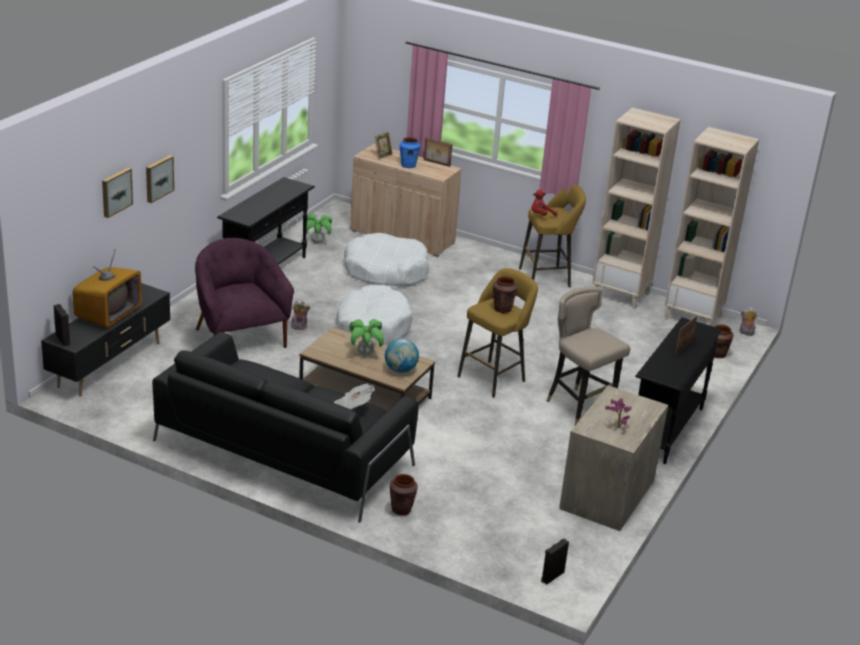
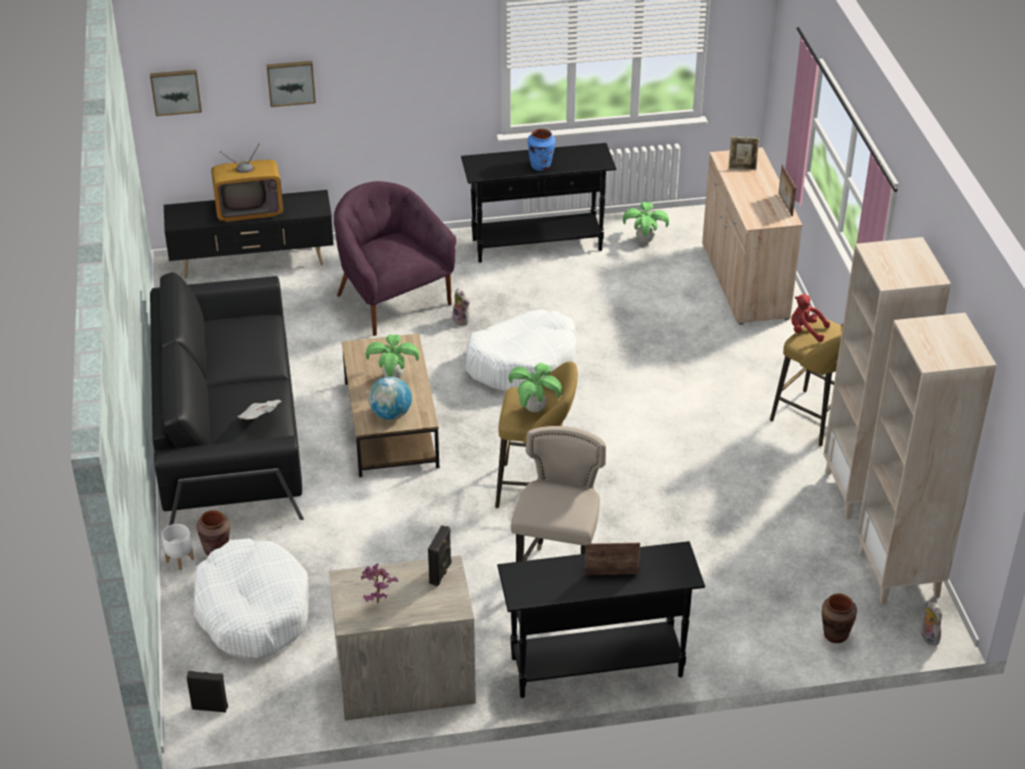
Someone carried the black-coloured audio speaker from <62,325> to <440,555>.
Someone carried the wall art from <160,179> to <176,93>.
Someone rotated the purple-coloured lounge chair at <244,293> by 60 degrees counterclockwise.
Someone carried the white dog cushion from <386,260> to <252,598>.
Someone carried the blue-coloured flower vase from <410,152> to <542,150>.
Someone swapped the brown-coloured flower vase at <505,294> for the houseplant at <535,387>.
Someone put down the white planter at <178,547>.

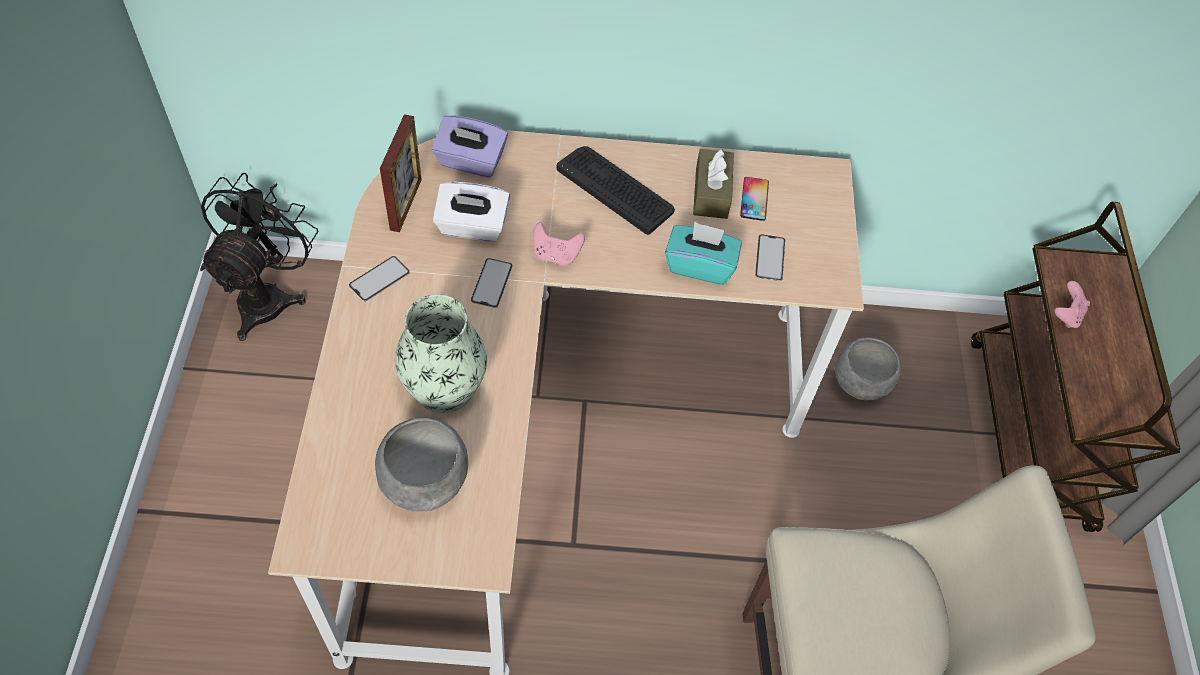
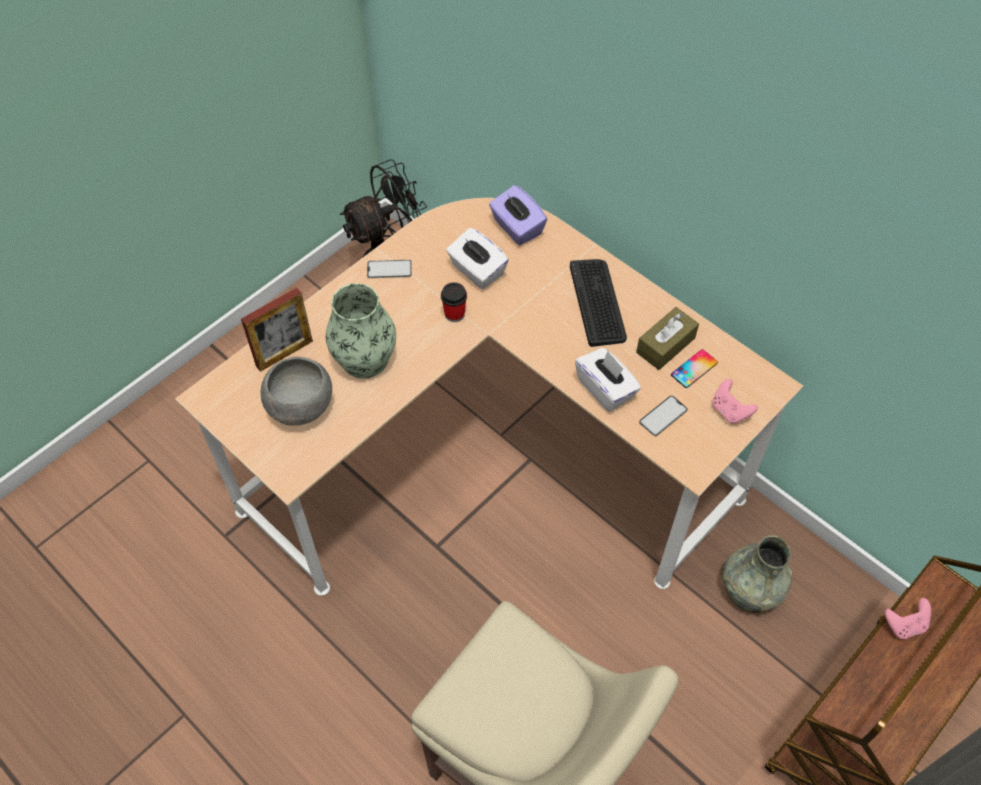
Someone carried the standing frame from <401,173> to <277,330>.
Someone swapped the handset at <491,283> for the small cup at <454,302>.
Someone carried the pinkish gamepad from <559,244> to <735,401>.
Someone repainted the turquoise-coloured tissue box at <703,253>, which became the white tissue box at <608,380>.
Someone swapped the grey deep dish at <868,368> for the grey flower vase at <757,574>.

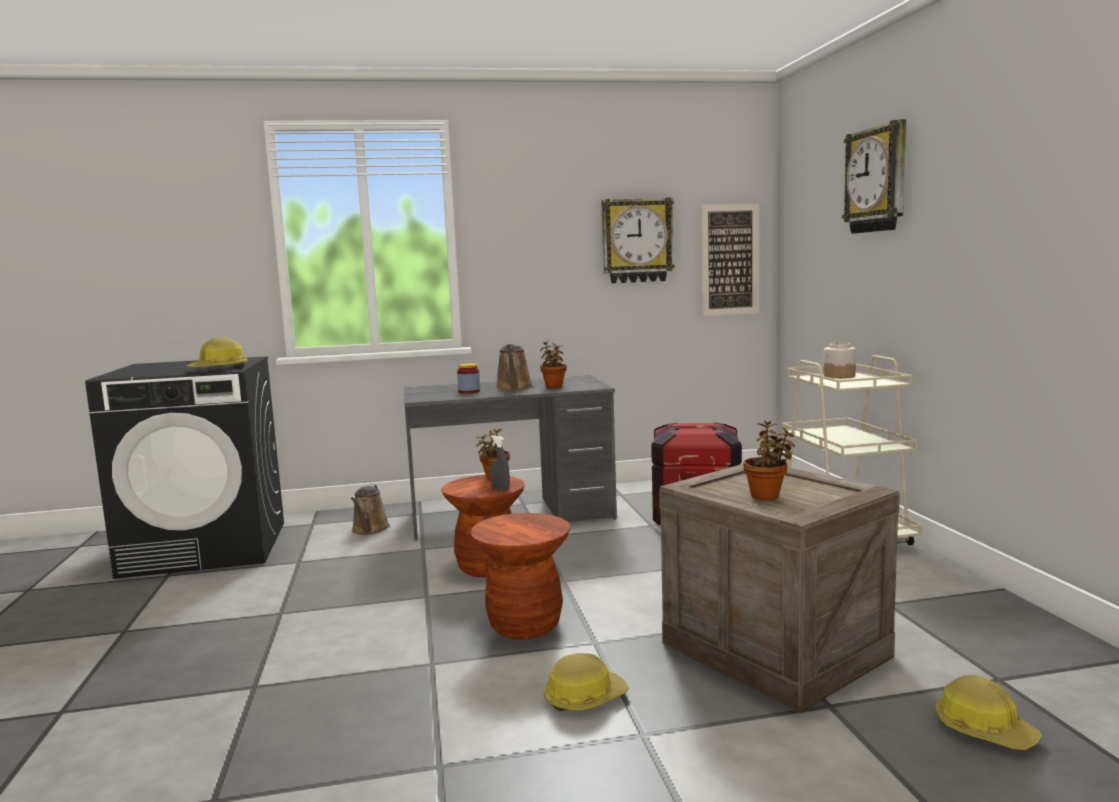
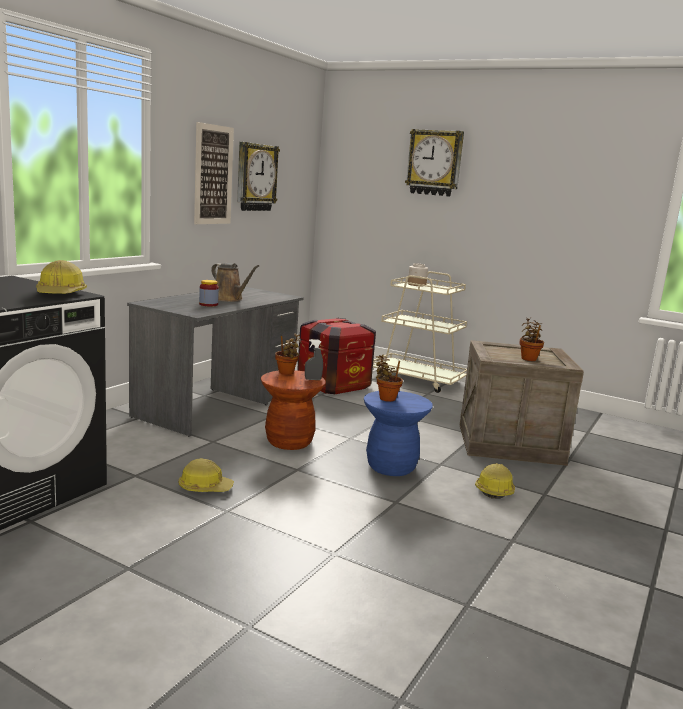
Someone took away the brown-coloured sprinkling can at <370,510>.
Someone repainted the brown-coloured stool seat at <520,576>, which became the blue-coloured stool seat at <398,433>.
Someone carried the houseplant from <553,364> to <389,378>.
Someone carried the wall art from <730,260> to <214,173>.
Someone carried the hard hat from <988,712> to <206,475>.

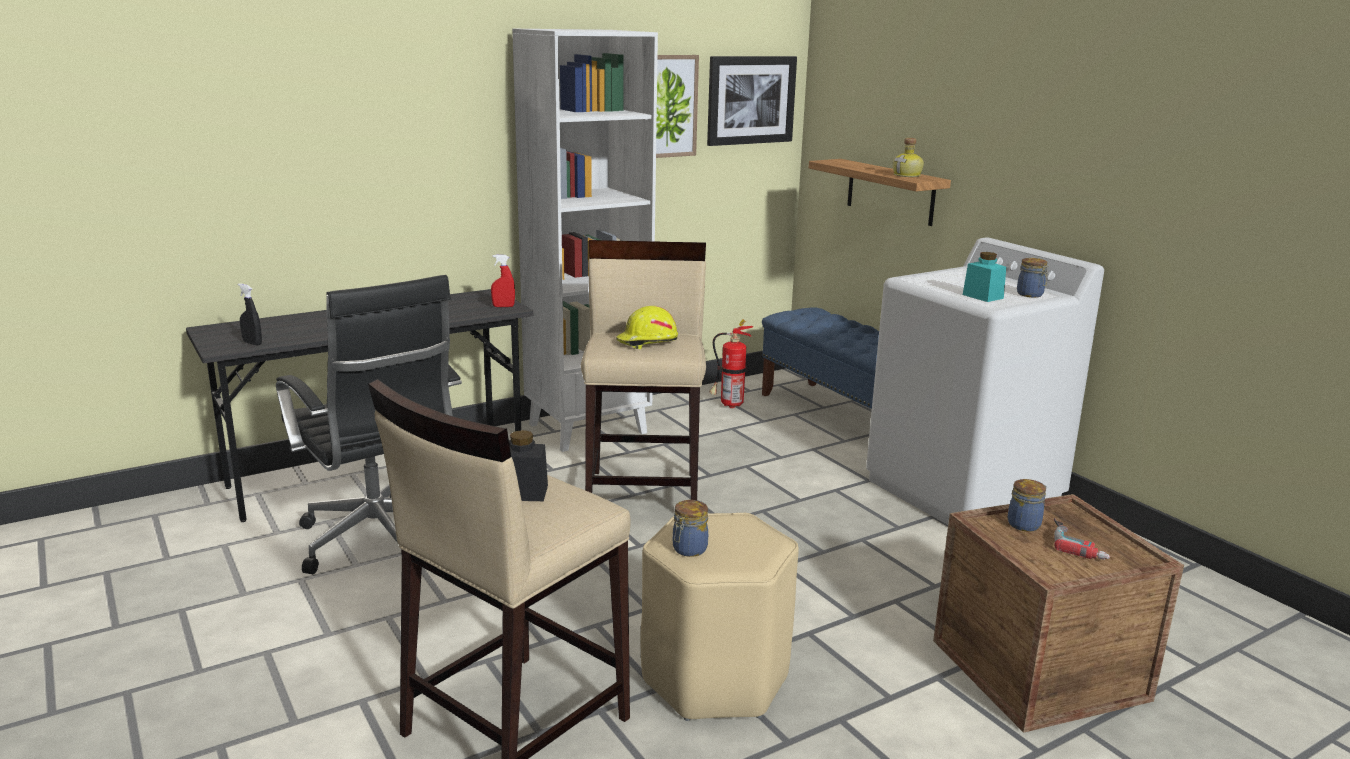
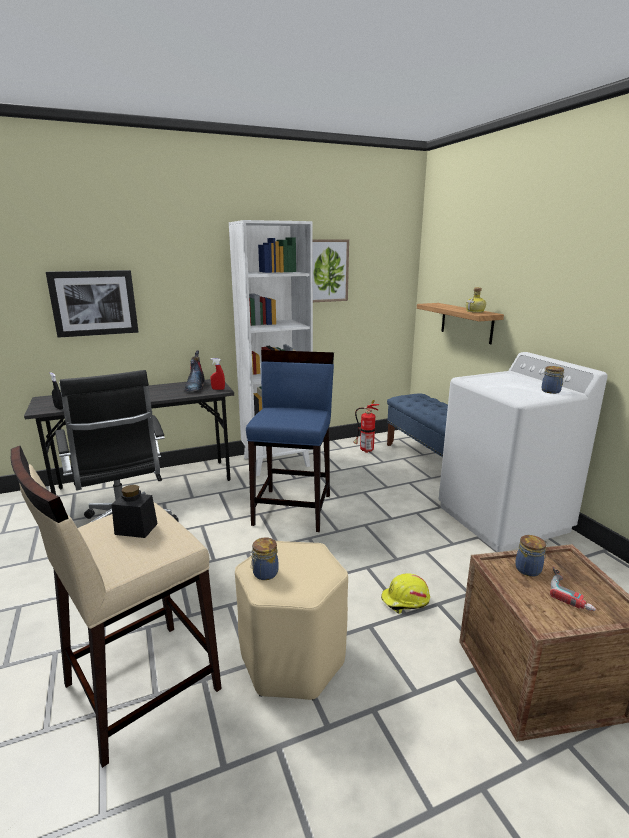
Someone repainted the beige-coloured stool seat at <643,370>, which became the blue-coloured stool seat at <290,441>.
Someone carried the yellow-coloured hard hat from <647,327> to <405,593>.
Someone carried the wall art from <752,101> to <92,304>.
Someone took away the turquoise-coloured preserve jar at <984,277>.
Someone put down the tall boot at <195,371>.

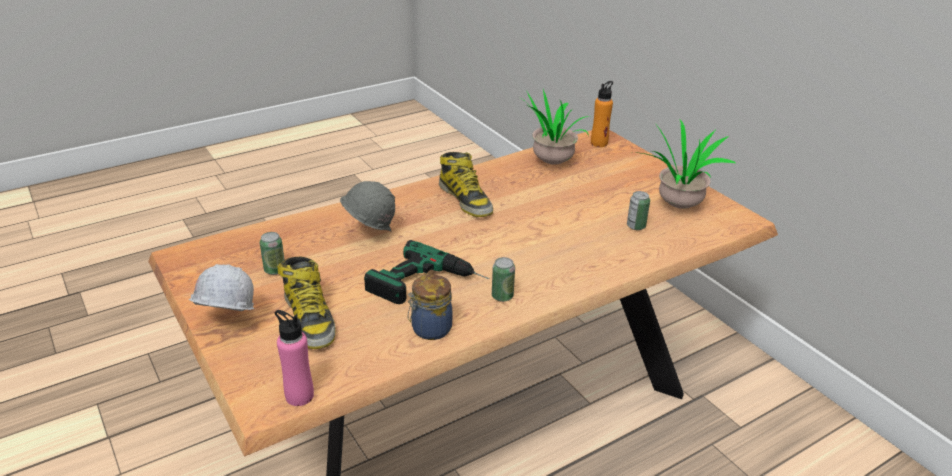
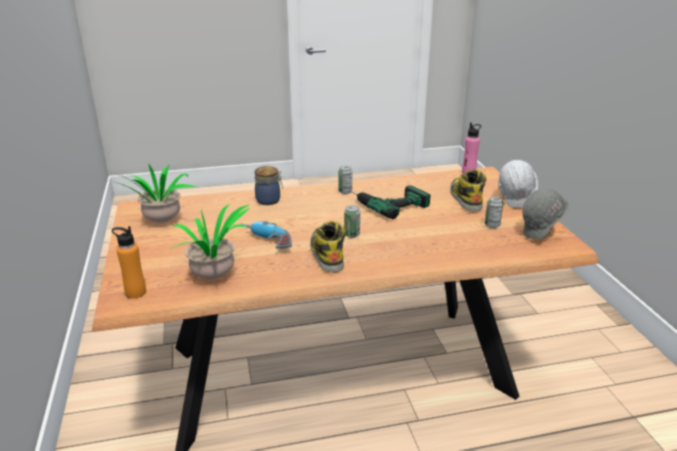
Someone carried the grey hard hat from <367,206> to <545,213>.
Someone carried the preserve jar from <430,307> to <269,185>.
Someone carried the can from <638,210> to <352,221>.
Someone put down the electric drill at <266,234>.

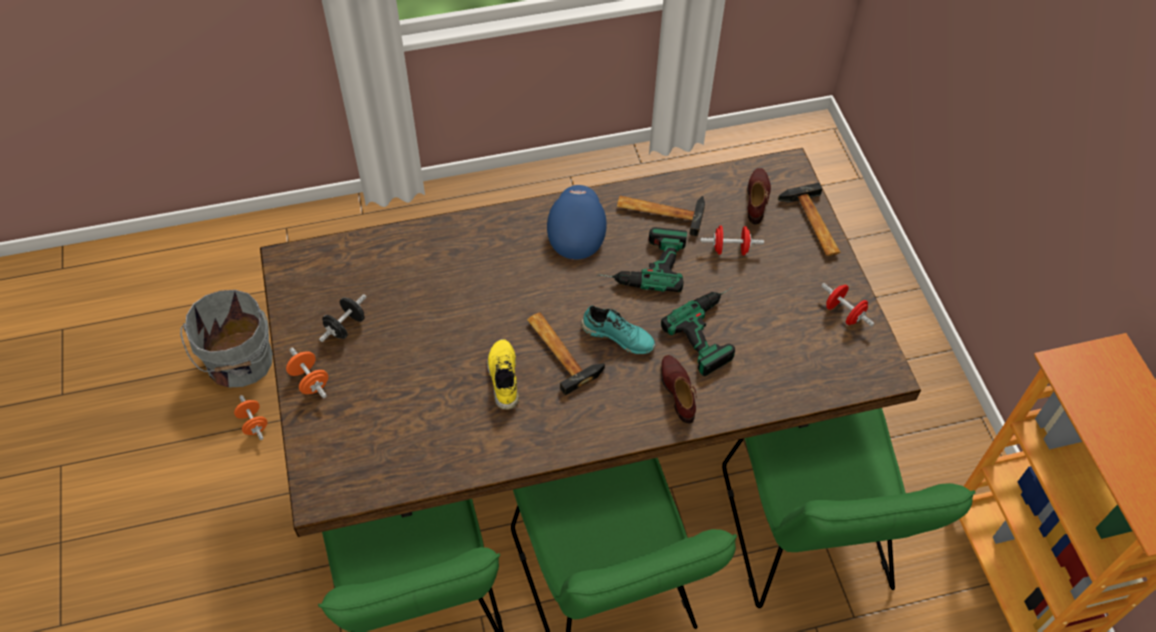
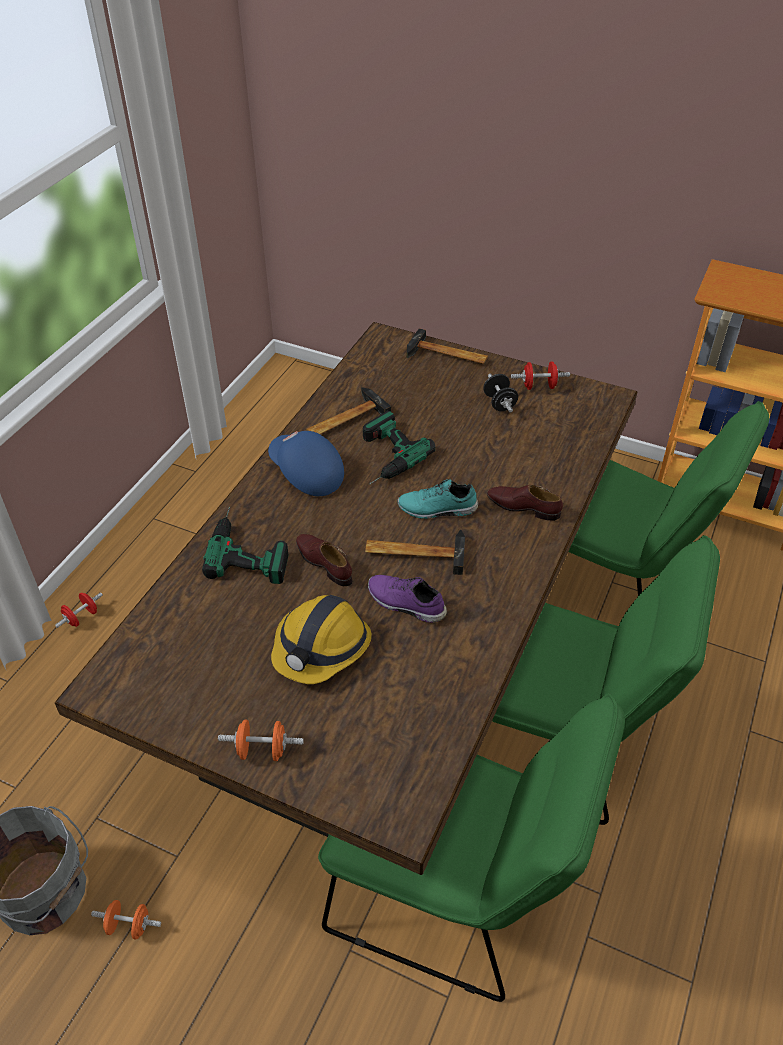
Someone carried the black-coloured free weight from <342,318> to <500,393>.
Someone repainted the yellow-coloured item of footwear at <503,374>, which became the purple-coloured item of footwear at <407,599>.
Someone rotated the turquoise-coloured item of footwear at <618,330> by 150 degrees counterclockwise.
Someone carried the electric drill from <698,331> to <245,545>.
Someone carried the red free weight from <732,240> to <79,610>.
Someone carried the brown-coloured item of footwear from <759,196> to <324,560>.
Someone put down the hard hat at <321,639>.

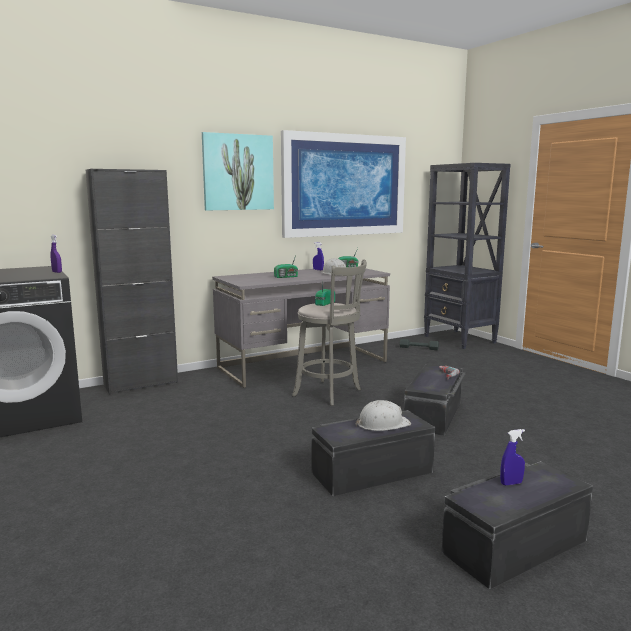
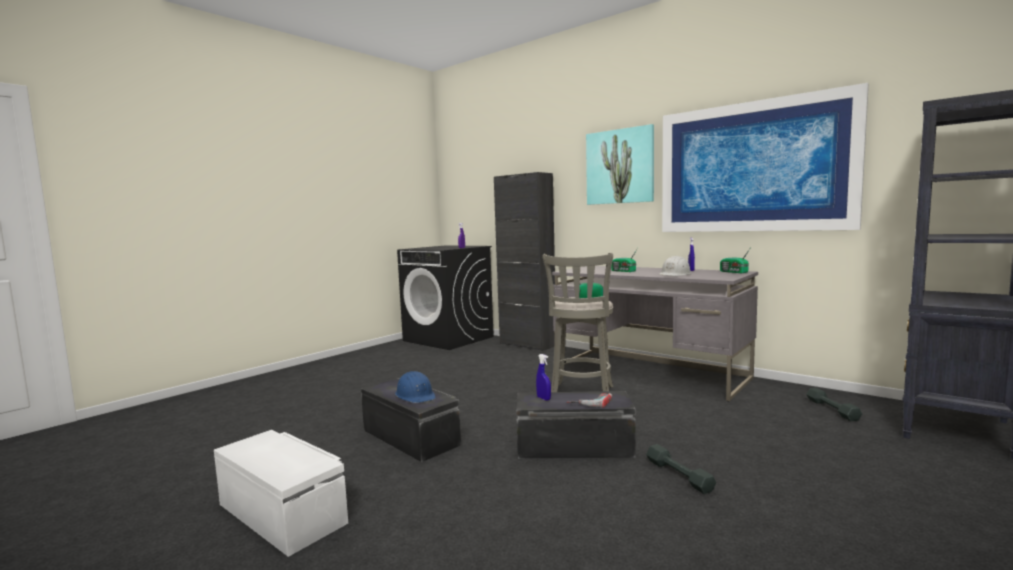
Someone repainted the white hard hat at <383,415>, which became the blue-coloured hard hat at <415,387>.
Someone repainted the black-coloured storage container at <517,525>, which became the white storage container at <281,493>.
Someone carried the blue-coloured hand sprayer from <512,457> to <543,377>.
Someone put down the grey free weight at <681,469>.

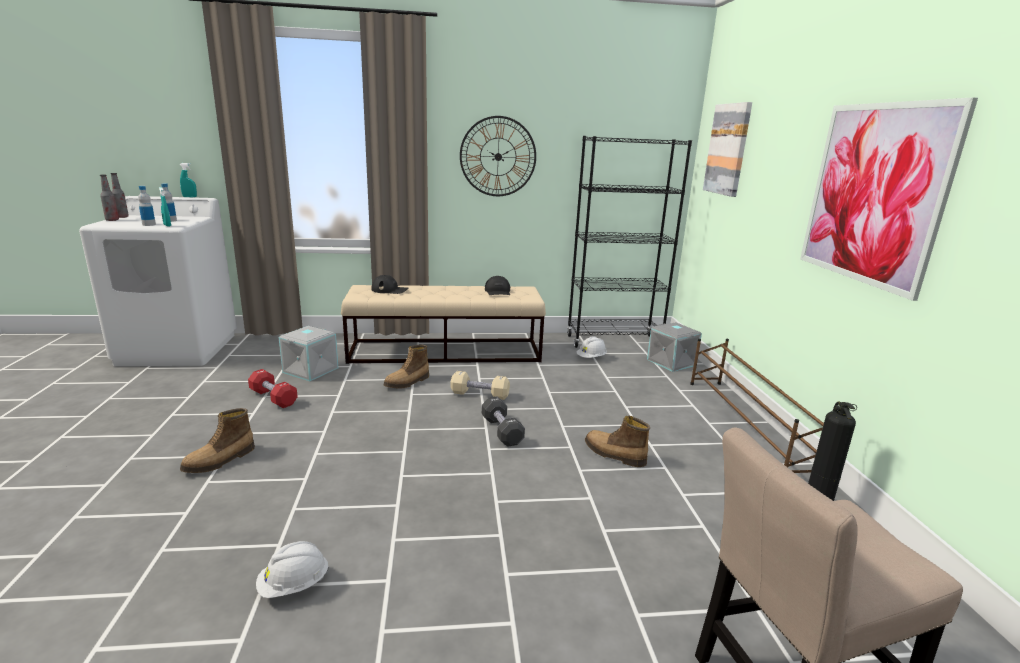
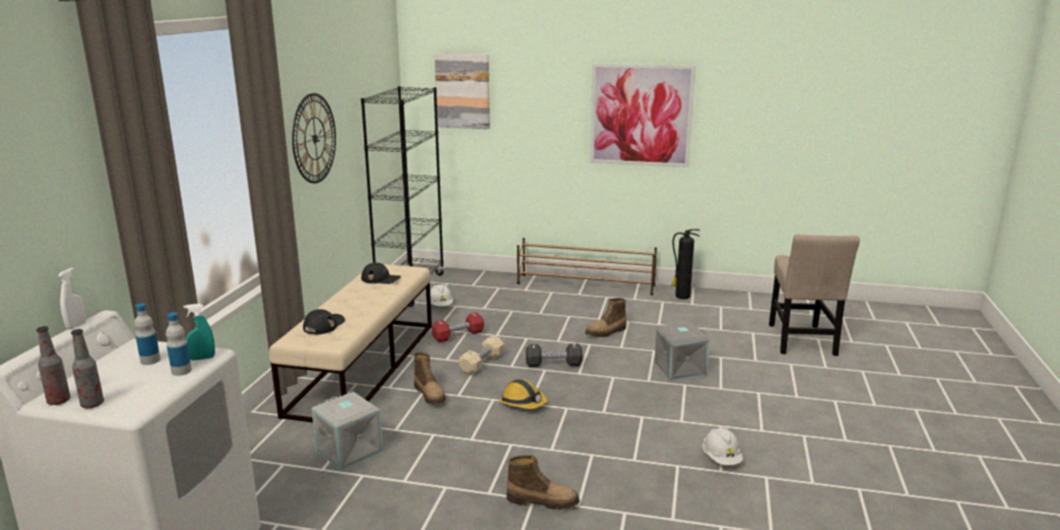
Someone repainted the turquoise-coloured hand sprayer at <188,180>, which became the white hand sprayer at <72,298>.
Someone rotated the tall boot at <217,440> by 45 degrees counterclockwise.
Someone carried the red free weight from <273,388> to <458,328>.
Someone carried the grey storage container from <674,347> to <682,352>.
Someone put down the hard hat at <523,394>.

